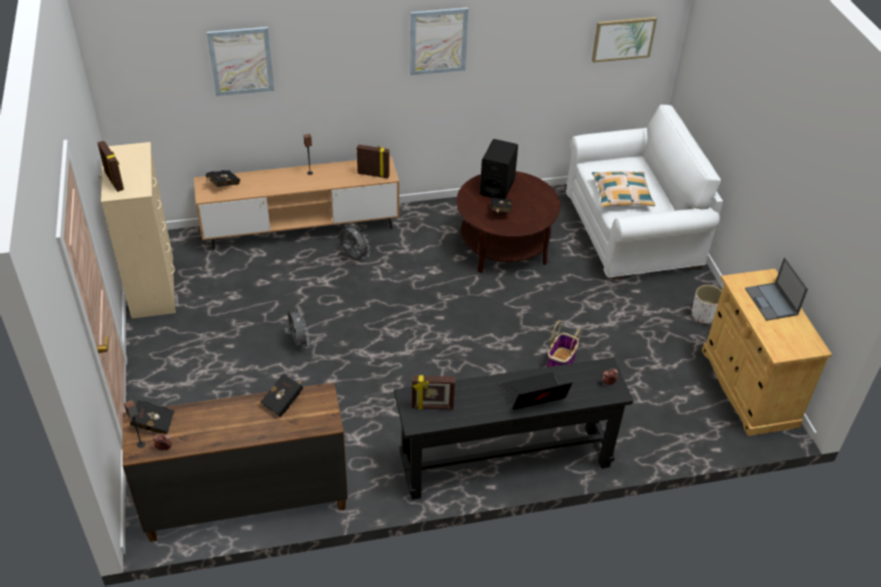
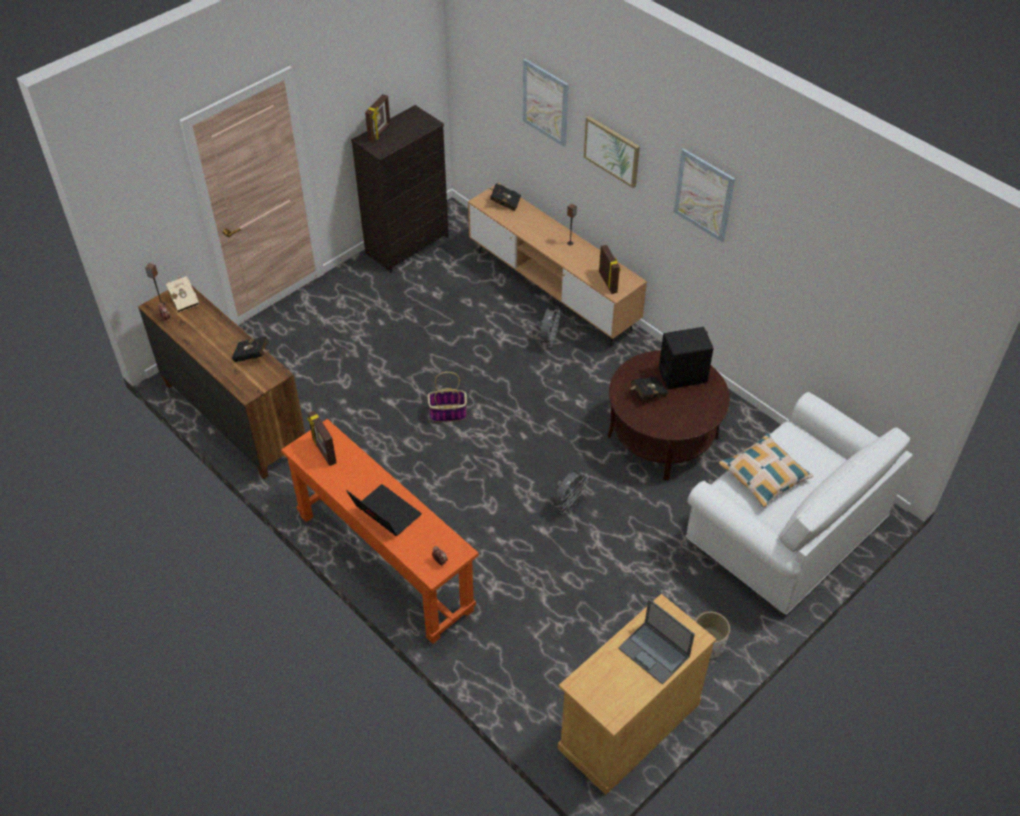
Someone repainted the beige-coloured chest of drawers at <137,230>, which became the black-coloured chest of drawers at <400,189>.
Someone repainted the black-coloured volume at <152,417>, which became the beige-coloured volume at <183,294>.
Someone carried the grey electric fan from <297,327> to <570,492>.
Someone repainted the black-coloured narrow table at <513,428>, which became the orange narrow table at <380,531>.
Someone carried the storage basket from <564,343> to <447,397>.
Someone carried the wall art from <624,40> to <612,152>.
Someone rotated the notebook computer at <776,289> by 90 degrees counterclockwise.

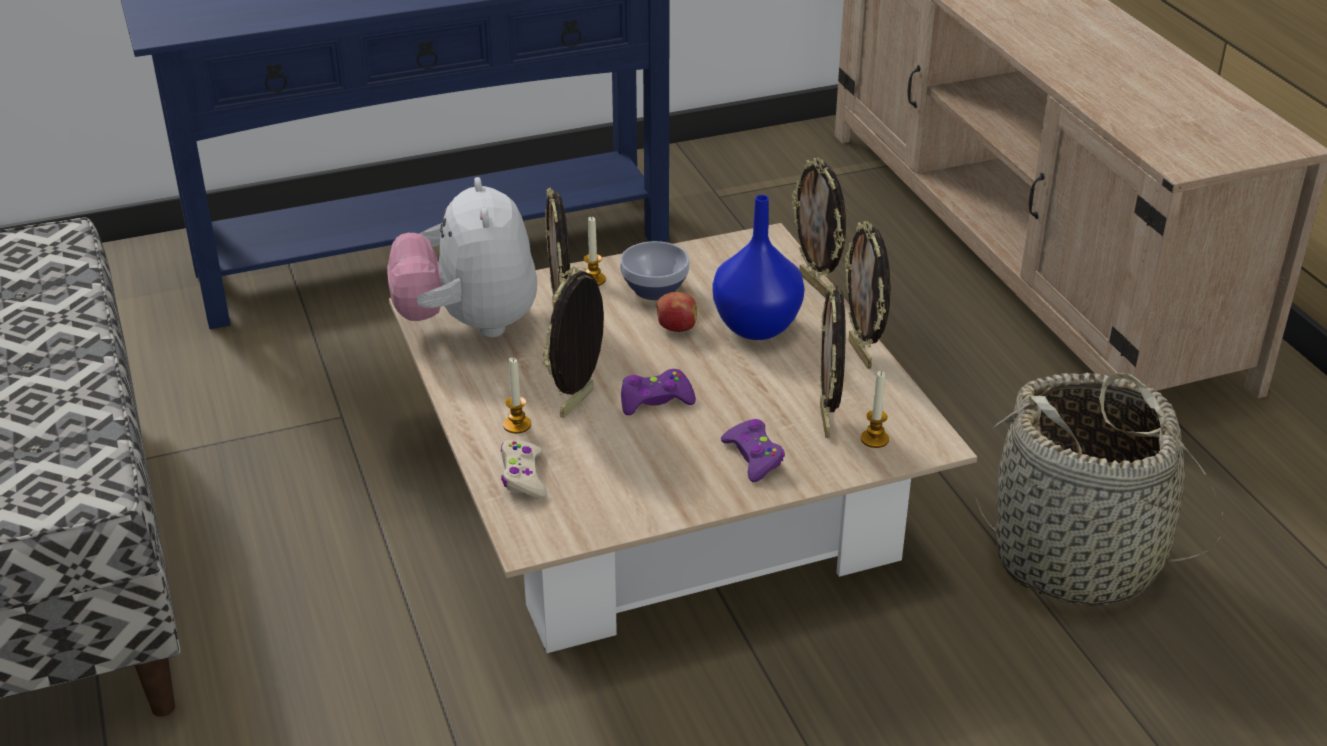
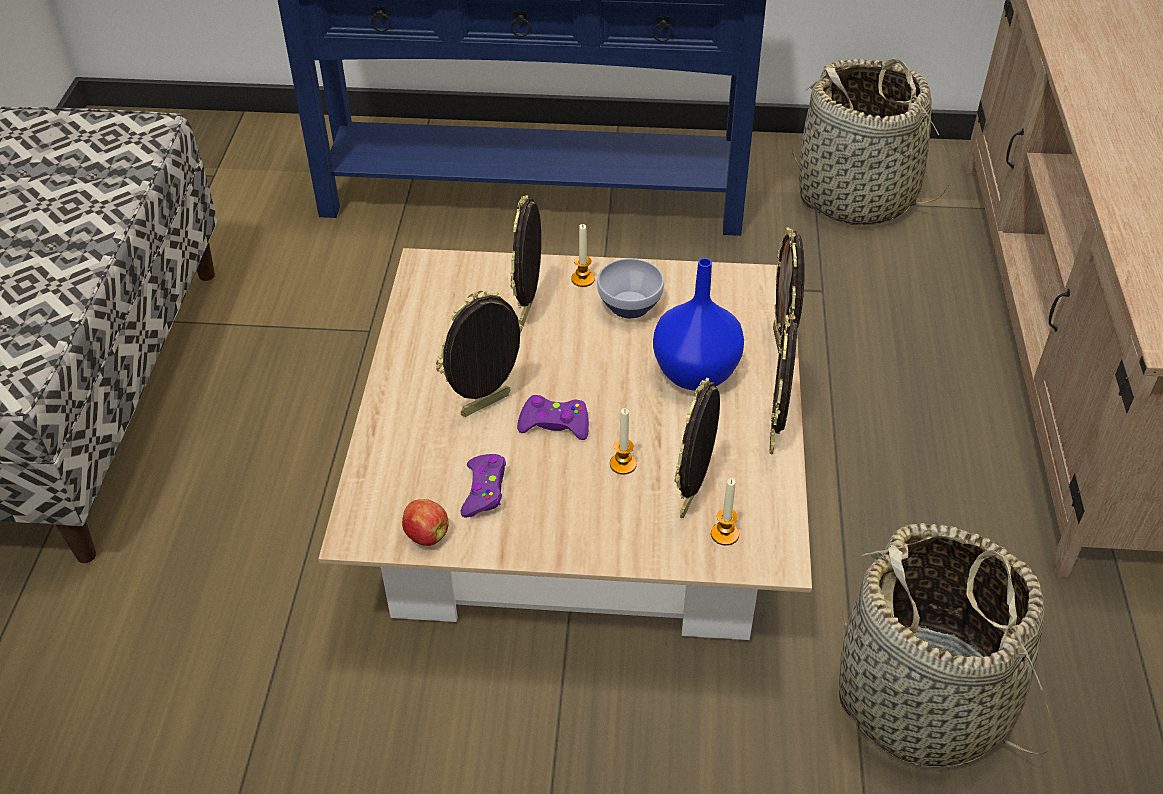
Someone took away the plush toy at <462,257>.
Someone took away the beige-coloured gamepad at <524,469>.
Someone carried the wax candle from <517,395> to <623,441>.
Someone carried the whole apple from <677,312> to <425,522>.
Someone carried the purple-coloured gamepad from <753,450> to <483,486>.
Someone put down the storage basket at <870,142>.

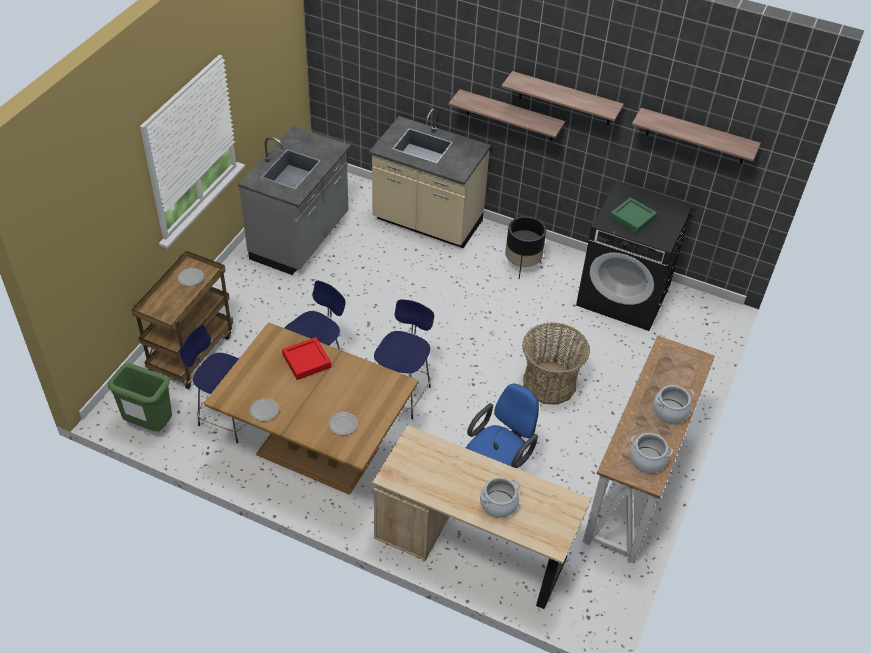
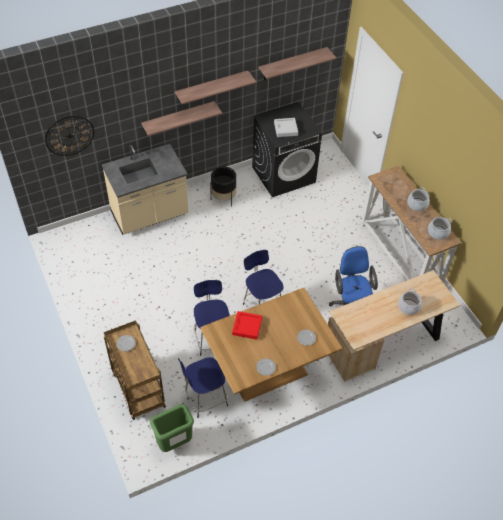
Someone took away the grey kitchen counter at <294,200>.
Someone took away the storage basket at <556,363>.
Someone repainted the green-coloured serving tray at <633,215>, which became the grey serving tray at <286,127>.
Someone put up the hanging clock at <69,136>.

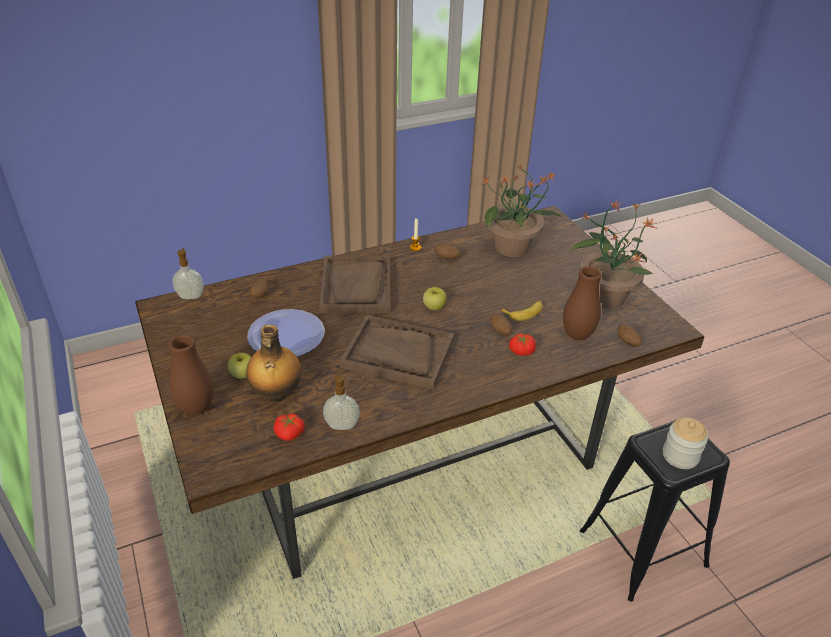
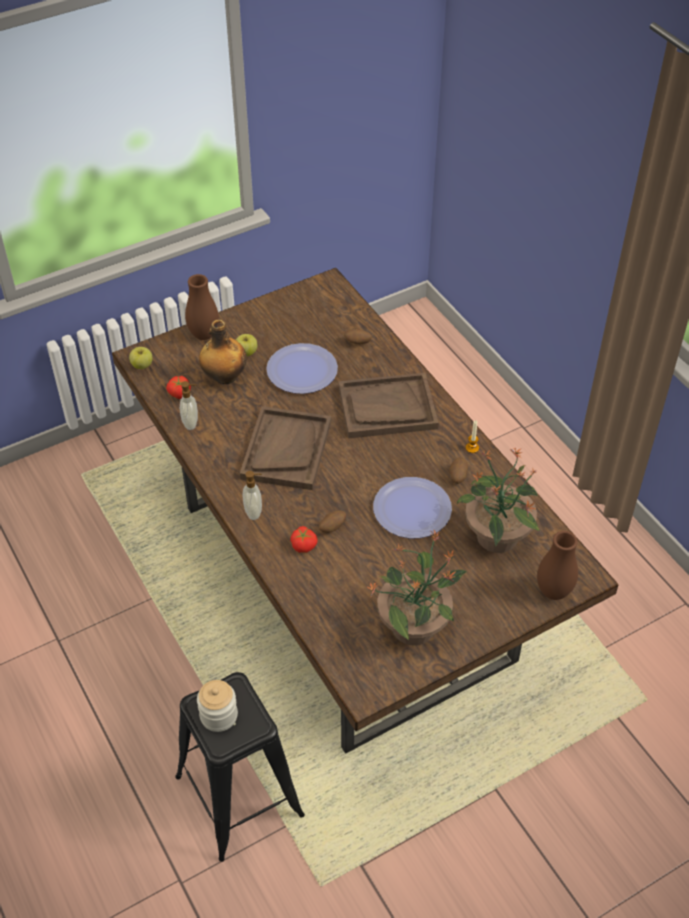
Someone carried the soap bottle from <188,273> to <252,495>.
Someone carried the whole apple from <434,298> to <140,358>.
Someone took away the whole banana at <521,311>.
Someone carried the brown-coloured flower vase from <582,303> to <557,565>.
Someone took away the spud at <629,335>.
Someone put down the dinner plate at <412,507>.

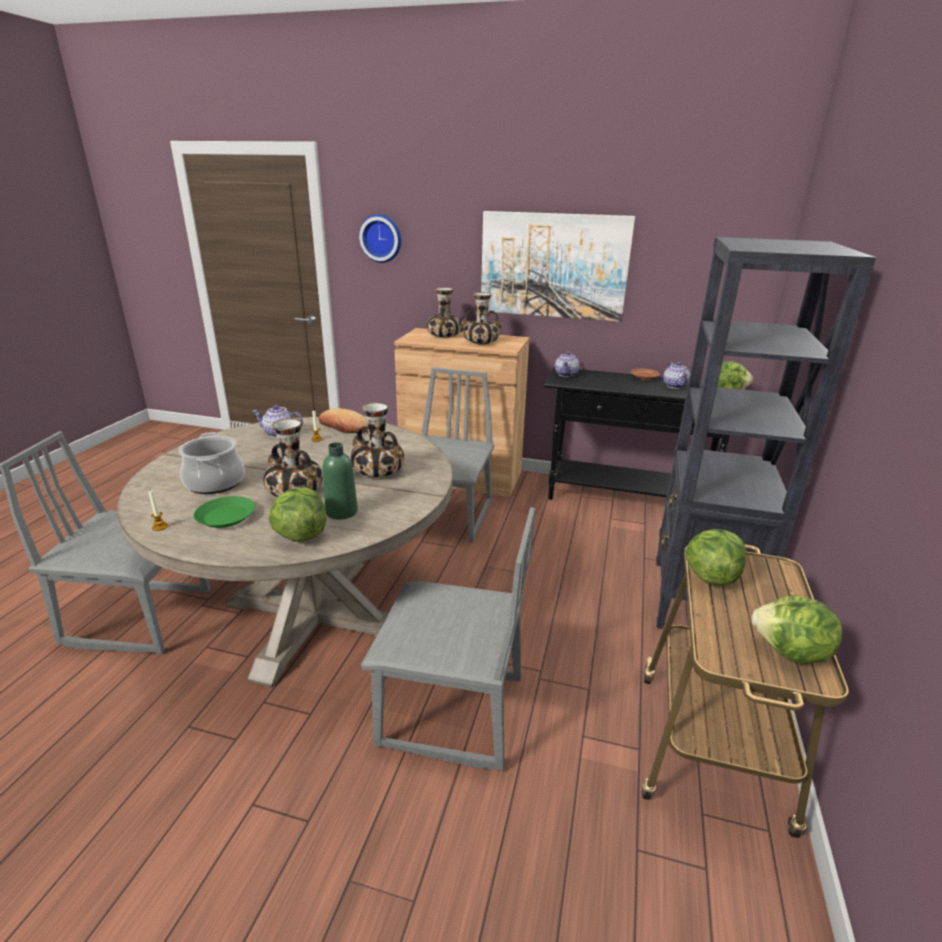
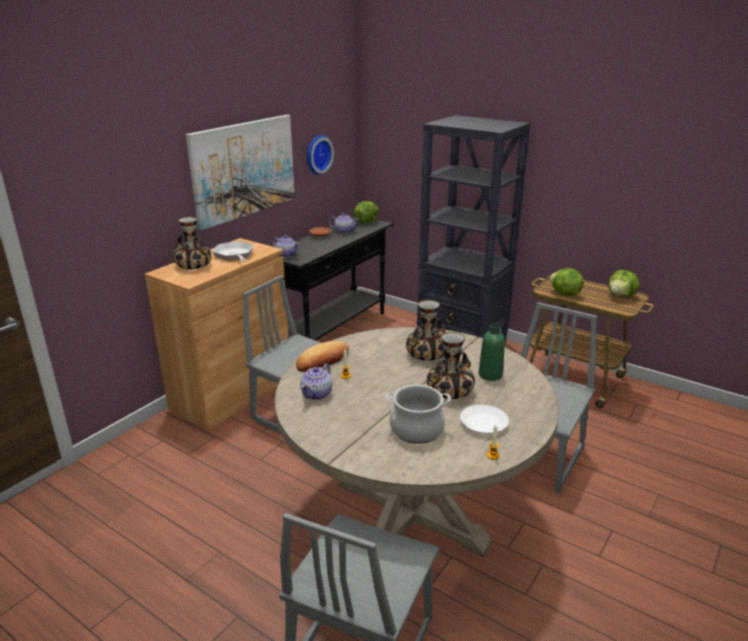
Someone repainted the green-coloured dinner plate at <224,512>, which became the white dinner plate at <484,419>.
Someone took away the lettuce head at <297,515>.
Someone carried the hanging clock from <380,238> to <320,155>.
Someone swapped the flower vase at <481,318> for the pan at <233,251>.

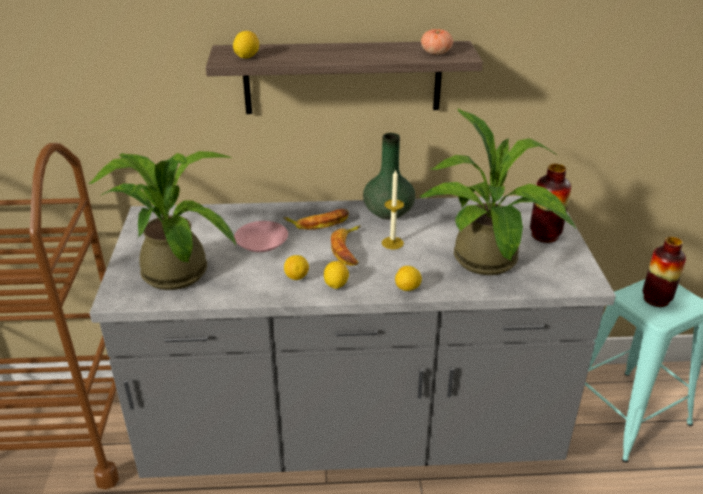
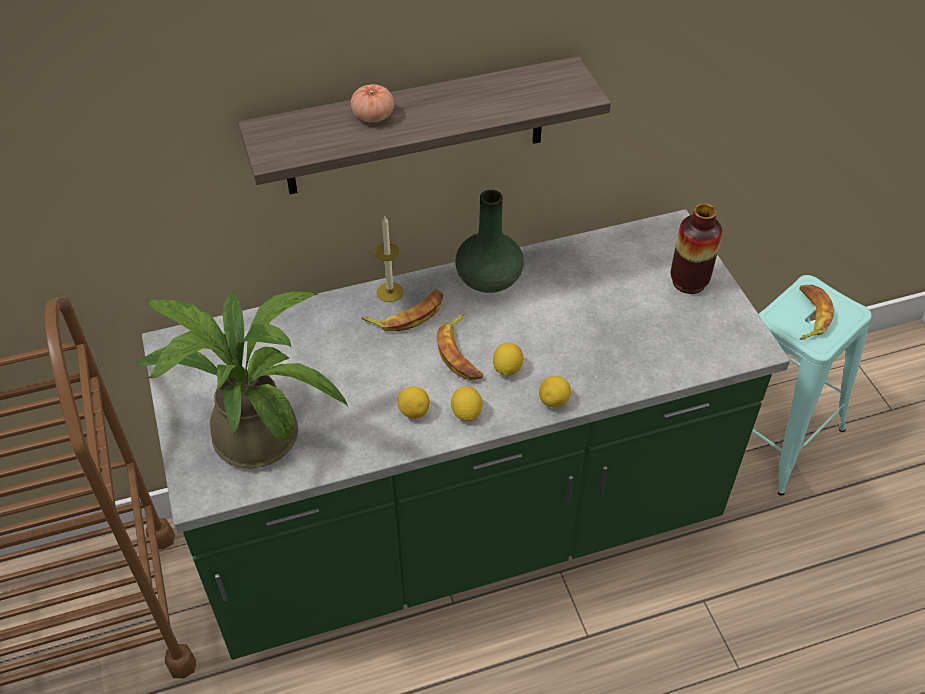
Someone repainted the grey kitchen counter at <353,337>, which became the green-coloured kitchen counter at <466,434>.
Someone carried the whole lemon from <246,44> to <508,359>.
Someone took away the pinkish dinner plate at <261,236>.
Someone carried the wax candle from <393,209> to <389,258>.
Someone took away the houseplant at <497,191>.
Someone carried the whole tomato from <437,42> to <372,103>.
Someone swapped the flower vase at <664,272> for the whole banana at <816,312>.

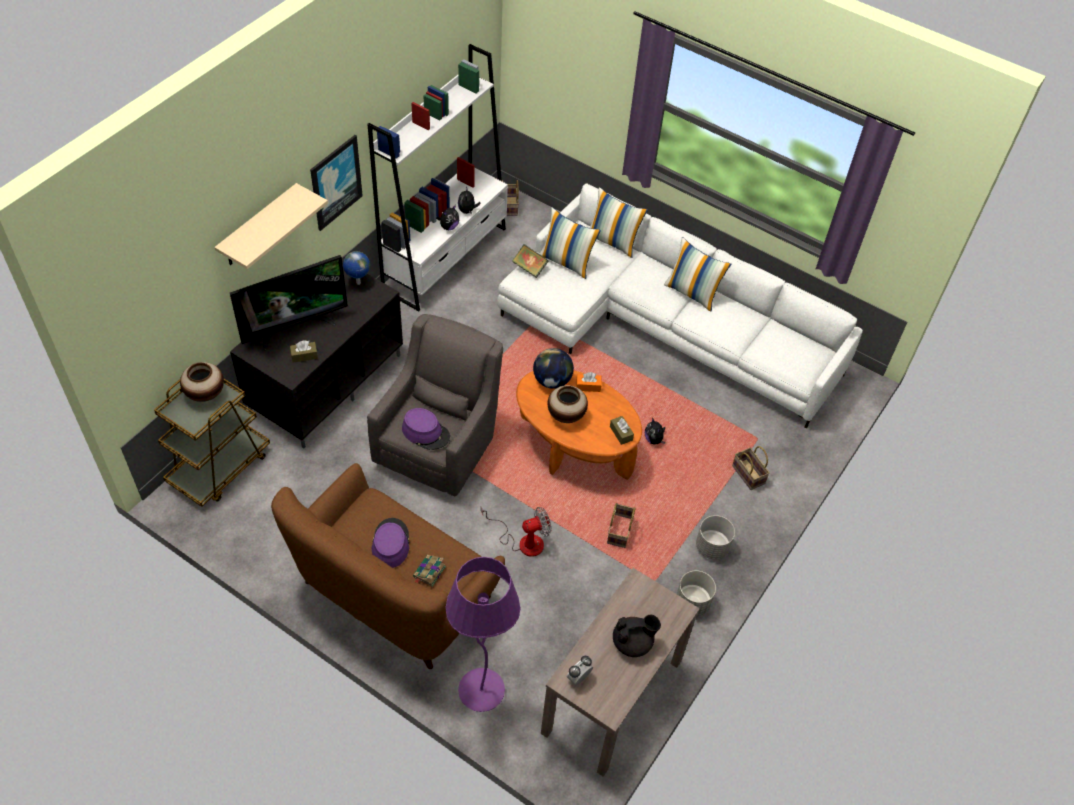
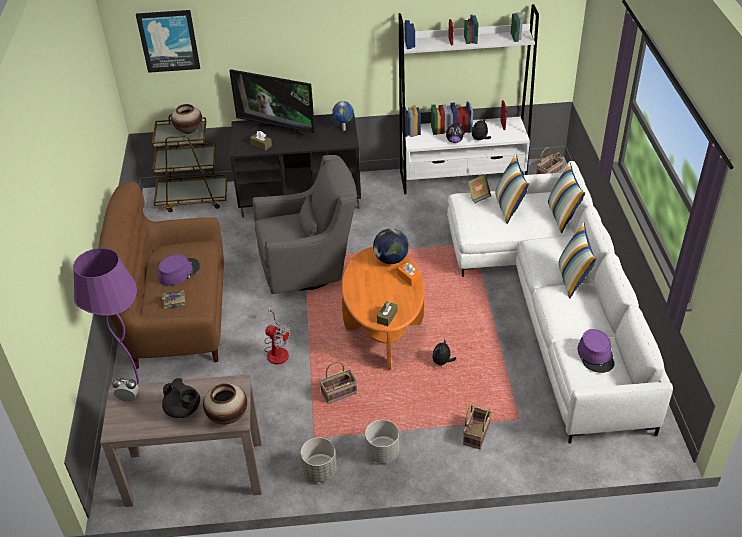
Someone took away the beige-coloured bracket shelf at <271,226>.
Someone carried the wall art from <336,183> to <168,41>.
Someone carried the purple-coloured clothing hat from <426,429> to <596,351>.
Someone carried the flower vase from <568,404> to <225,404>.

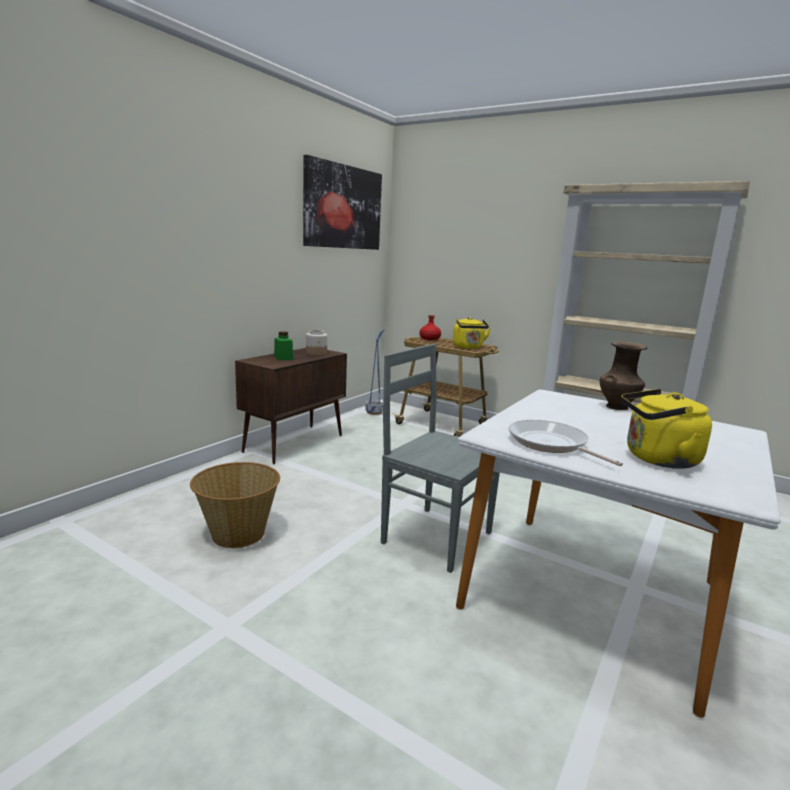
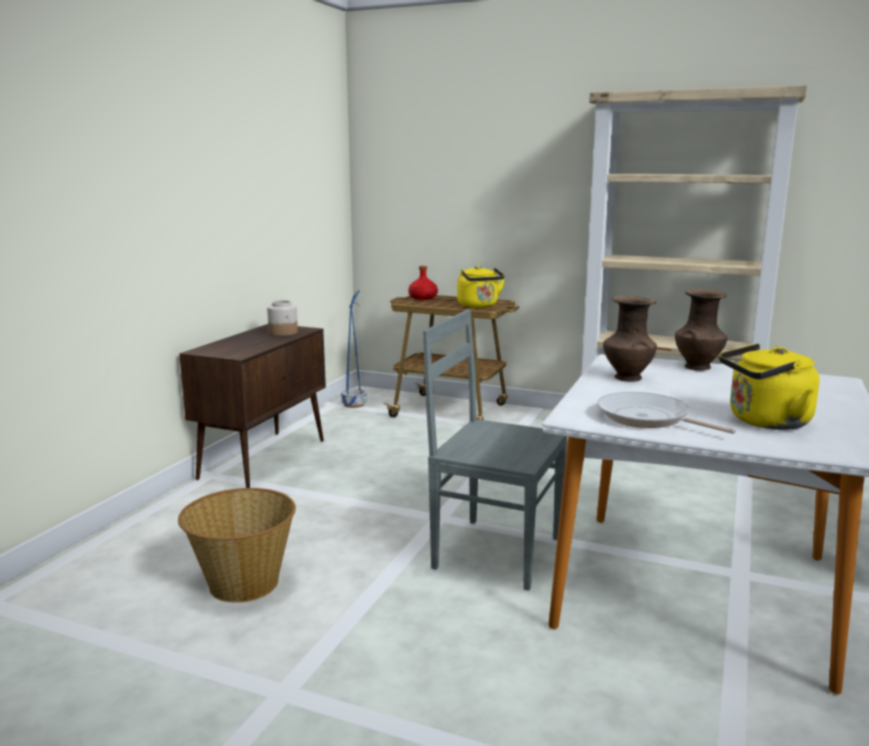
Someone took away the green-coloured preserve jar at <283,345>.
Someone took away the wall art at <342,202>.
Someone put down the brown-coloured flower vase at <630,339>.

